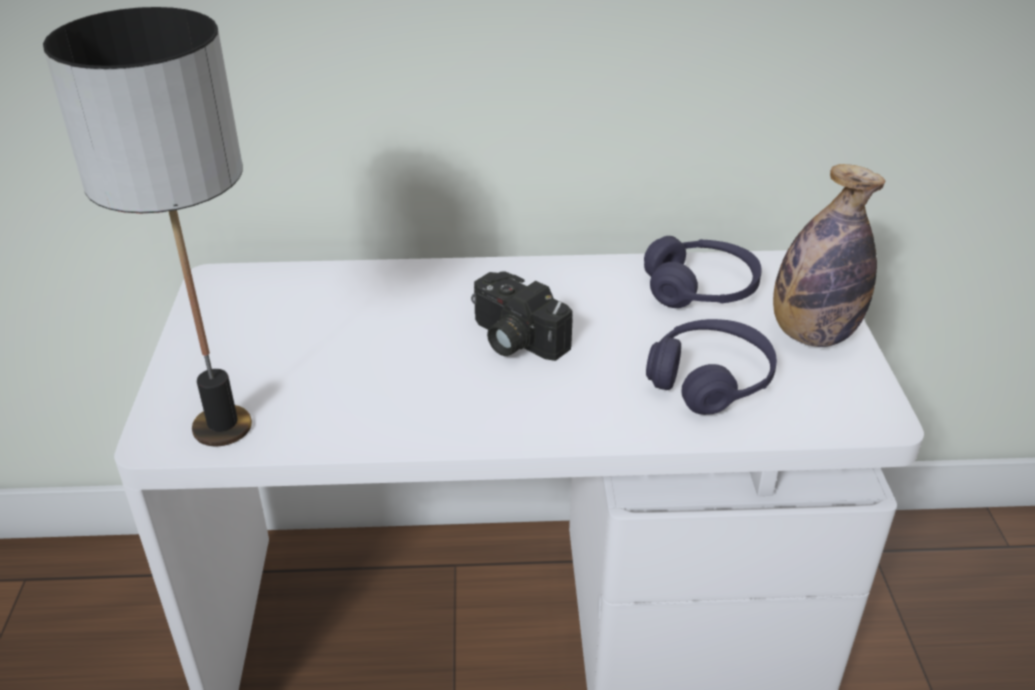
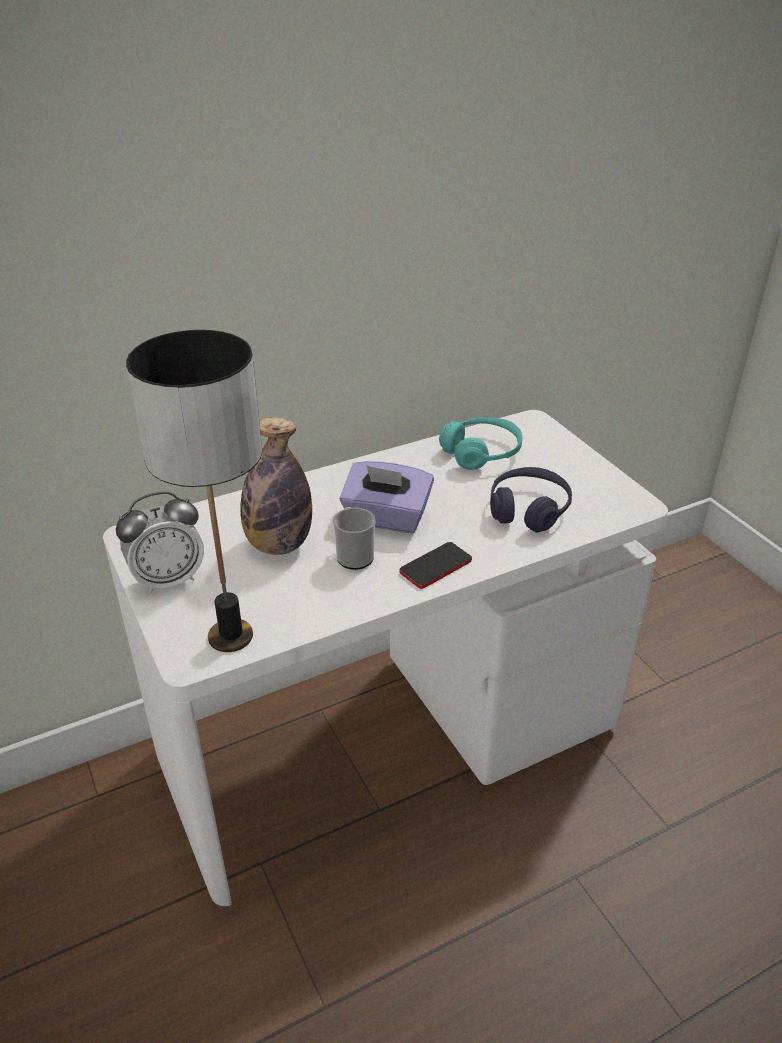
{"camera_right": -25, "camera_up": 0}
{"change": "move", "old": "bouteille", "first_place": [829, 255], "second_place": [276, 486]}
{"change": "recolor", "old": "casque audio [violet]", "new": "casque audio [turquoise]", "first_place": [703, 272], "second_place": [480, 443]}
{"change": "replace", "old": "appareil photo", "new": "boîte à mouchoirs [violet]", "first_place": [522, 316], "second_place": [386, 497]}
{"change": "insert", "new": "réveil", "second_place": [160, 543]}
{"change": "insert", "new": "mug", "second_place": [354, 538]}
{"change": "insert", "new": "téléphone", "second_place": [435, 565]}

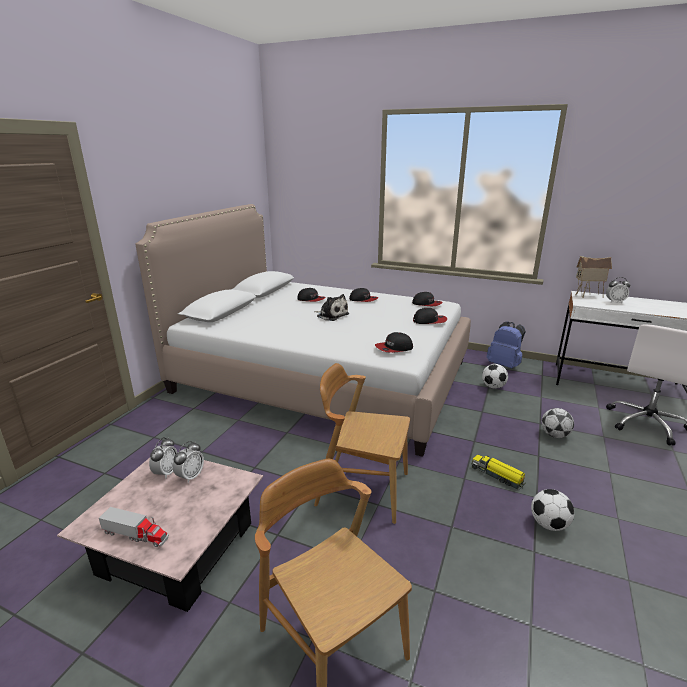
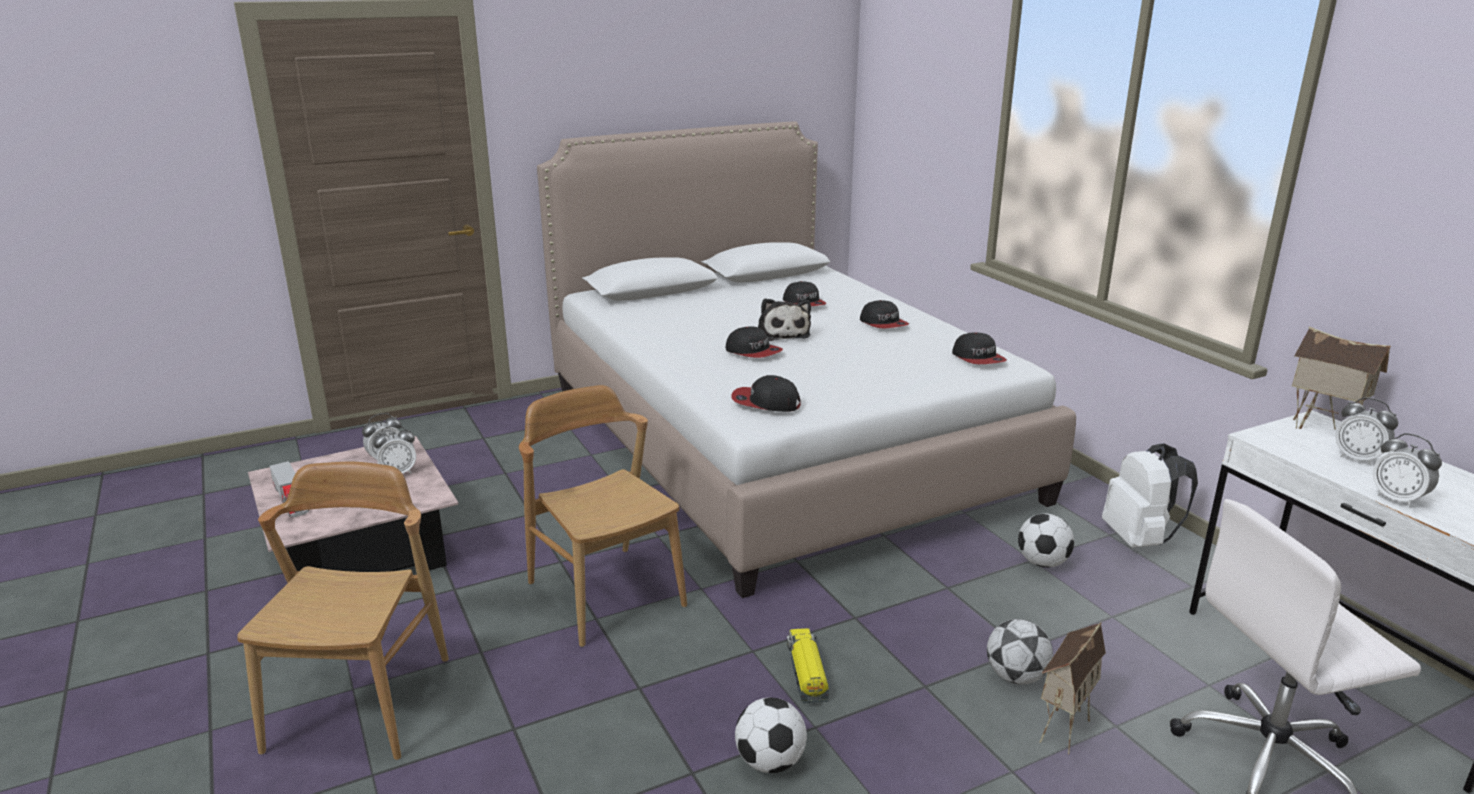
{"camera_right": 40, "camera_up": 0}
{"change": "move", "old": "casquette", "first_place": [430, 316], "second_place": [754, 342]}
{"change": "recolor", "old": "sac à dos [bleu]", "new": "sac à dos [blanc]", "first_place": [506, 344], "second_place": [1150, 495]}
{"change": "insert", "new": "réveil", "second_place": [1407, 470]}
{"change": "insert", "new": "maison miniature", "second_place": [1073, 688]}

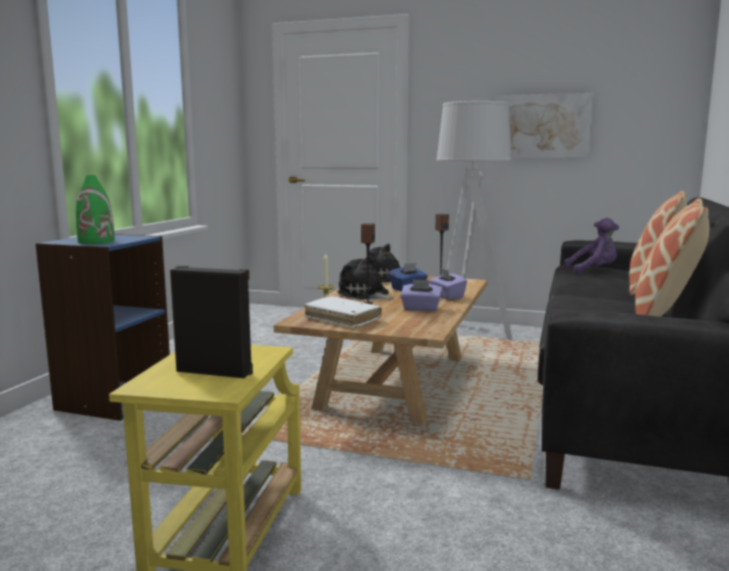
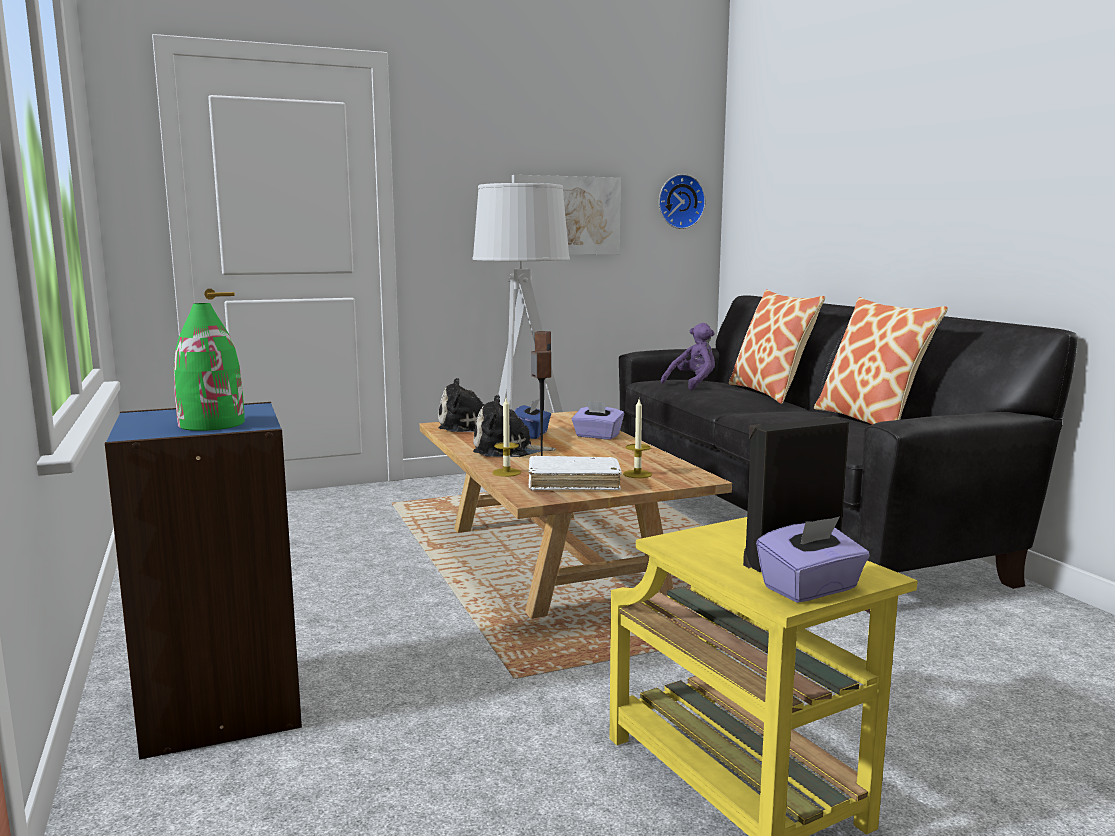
{"camera_right": -40, "camera_up": 0}
{"change": "move", "old": "boîte à mouchoirs [violet]", "first_place": [421, 295], "second_place": [813, 560]}
{"change": "insert", "new": "horloge murale", "second_place": [682, 201]}
{"change": "insert", "new": "bougie", "second_place": [637, 438]}

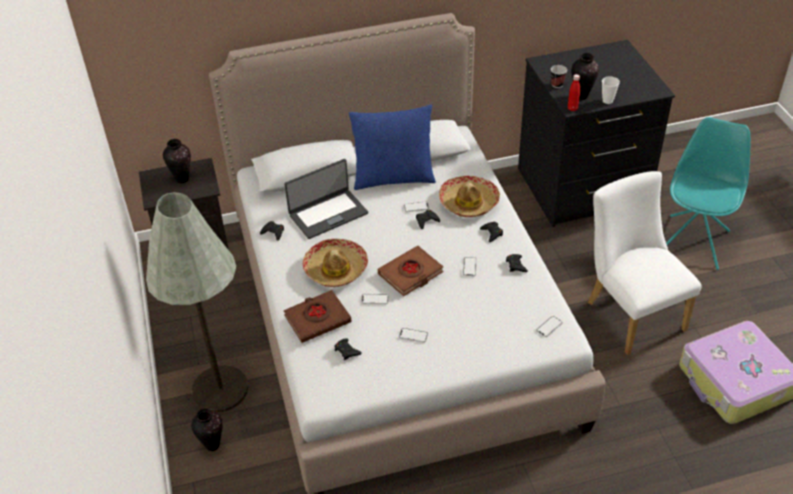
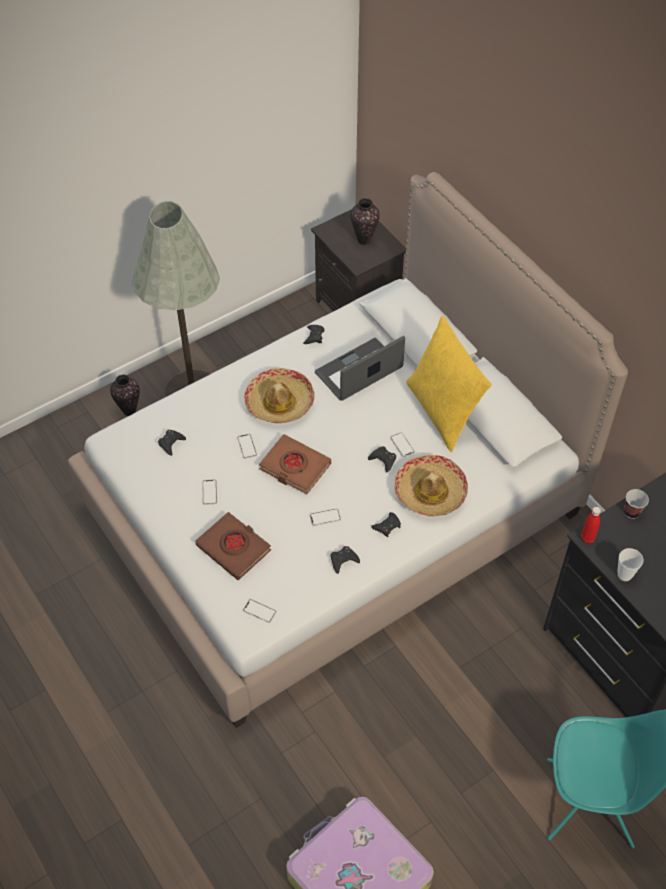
{"camera_right": 70, "camera_up": 10}
{"change": "delete", "old": "vase", "first_place": [585, 76]}
{"change": "recolor", "old": "coussin [bleu]", "new": "coussin [jaune]", "first_place": [392, 147], "second_place": [449, 383]}
{"change": "rotate", "old": "ordinateur portable", "first_place": [326, 199], "second_place": [360, 368], "degrees": 105}
{"change": "delete", "old": "chaise [blanc]", "first_place": [644, 263]}
{"change": "move", "old": "livre [marron]", "first_place": [318, 316], "second_place": [233, 546]}

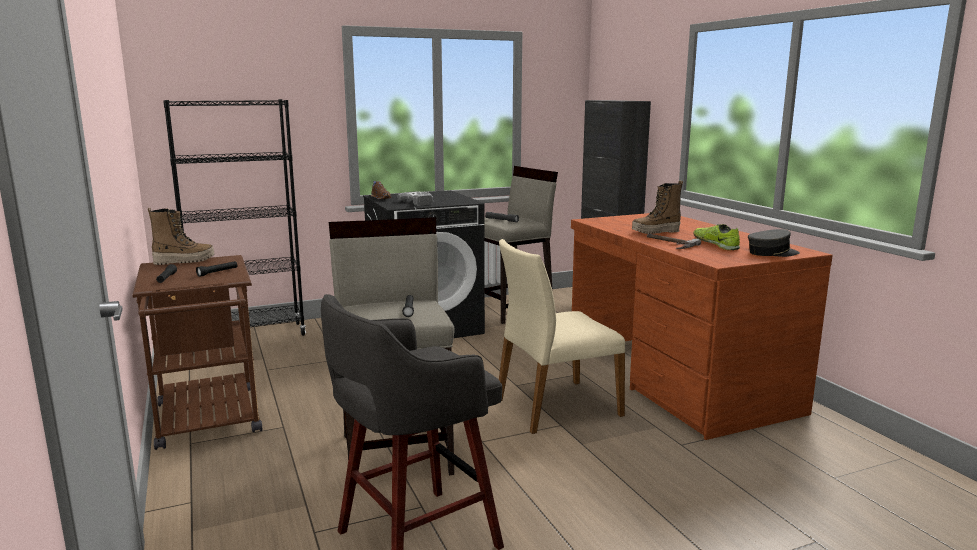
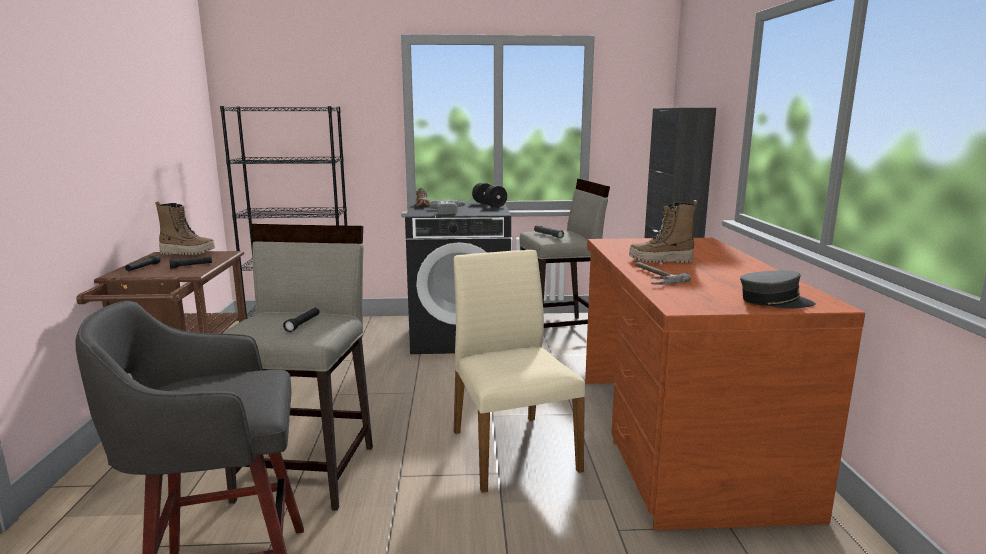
{"camera_right": 20, "camera_up": 0}
{"change": "delete", "old": "chaussure", "first_place": [716, 237]}
{"change": "rotate", "old": "chaise [beige]", "first_place": [562, 336], "second_place": [519, 371], "degrees": 75}
{"change": "insert", "new": "haltère [noir]", "second_place": [489, 194]}

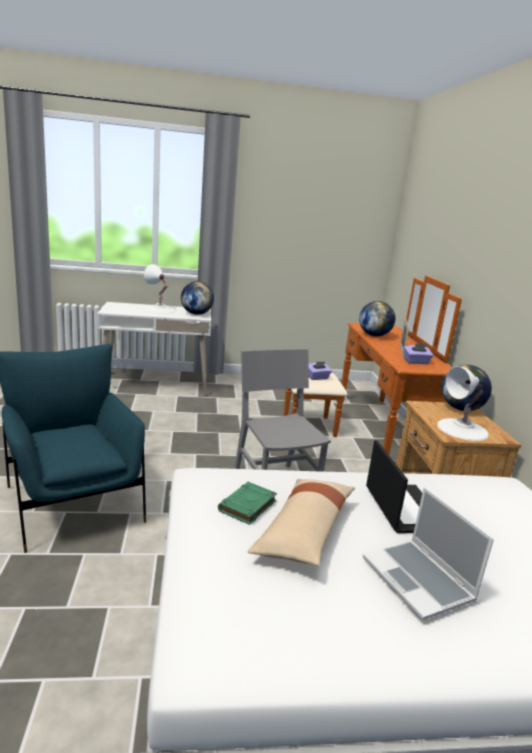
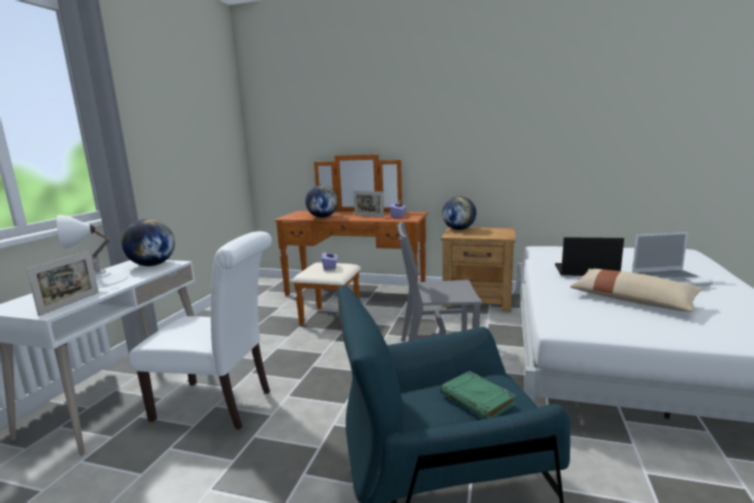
{"camera_right": -65, "camera_up": -5}
{"change": "delete", "old": "lampe de table [blanc]", "first_place": [463, 403]}
{"change": "move", "old": "livre [vert]", "first_place": [247, 503], "second_place": [478, 395]}
{"change": "insert", "new": "chaise [blanc]", "second_place": [200, 330]}
{"change": "insert", "new": "cadre photo", "second_place": [62, 283]}

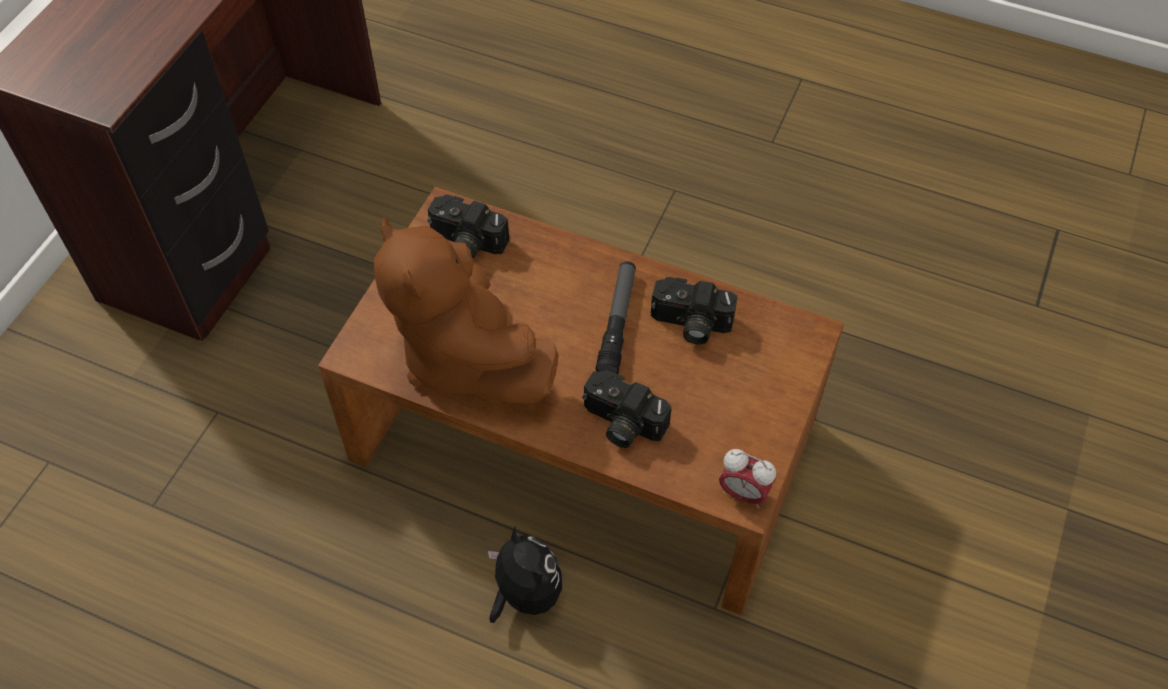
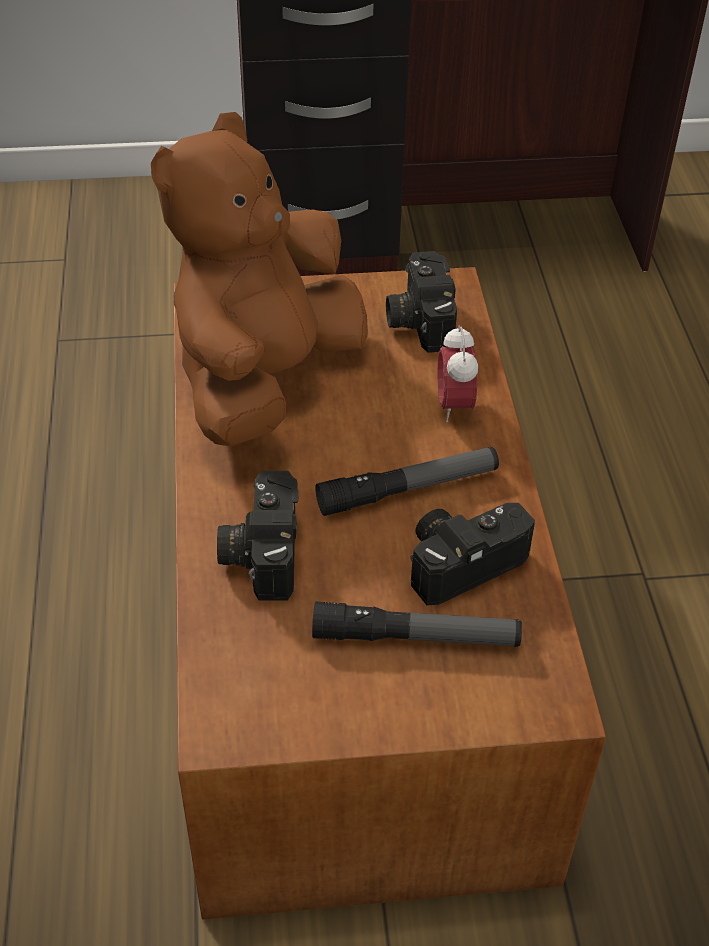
{"camera_right": 60, "camera_up": -10}
{"change": "rotate", "old": "appareil photo", "first_place": [694, 311], "second_place": [472, 554], "degrees": 75}
{"change": "move", "old": "réveil", "first_place": [747, 478], "second_place": [458, 373]}
{"change": "delete", "old": "peluche", "first_place": [525, 575]}
{"change": "insert", "new": "lampe de poche", "second_place": [417, 624]}

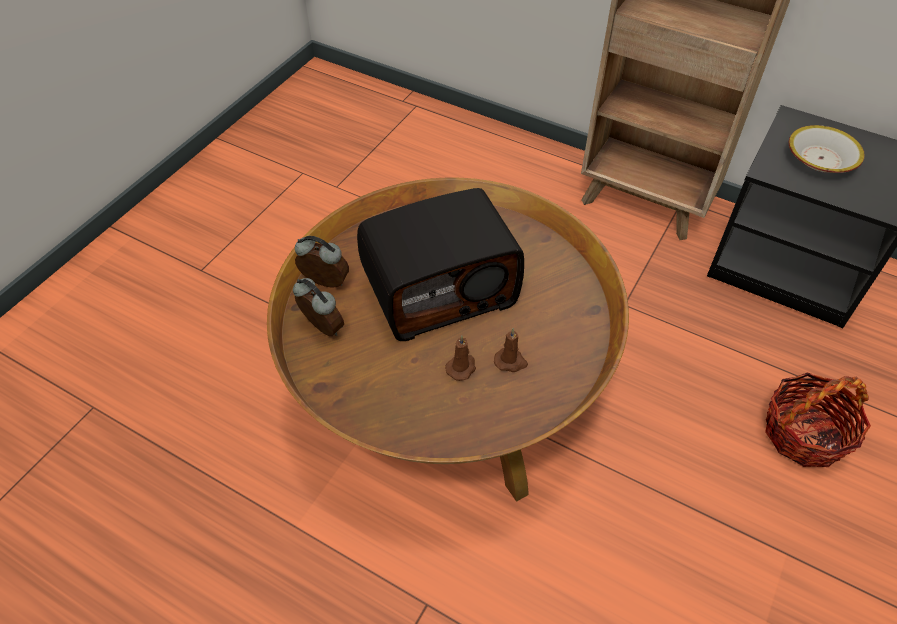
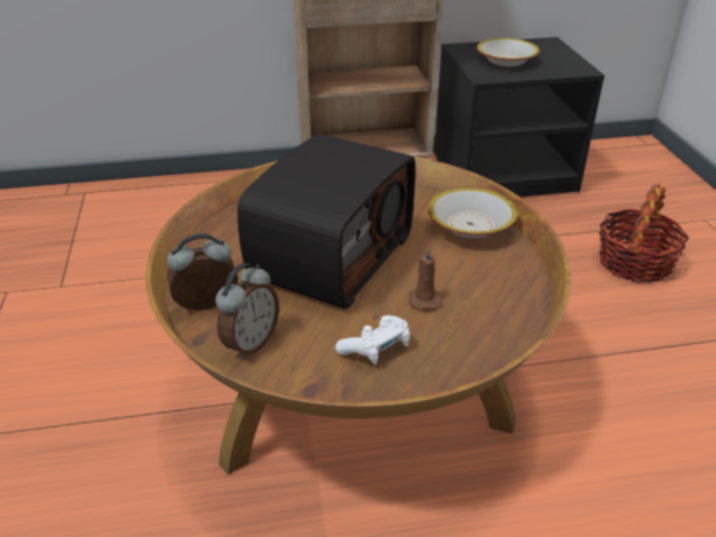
{"camera_right": -40, "camera_up": -15}
{"change": "rotate", "old": "réveil", "first_place": [318, 307], "second_place": [247, 311], "degrees": 120}
{"change": "delete", "old": "bougie [marron]", "first_place": [511, 350]}
{"change": "insert", "new": "bol", "second_place": [472, 213]}
{"change": "insert", "new": "manette [blanc]", "second_place": [372, 339]}

